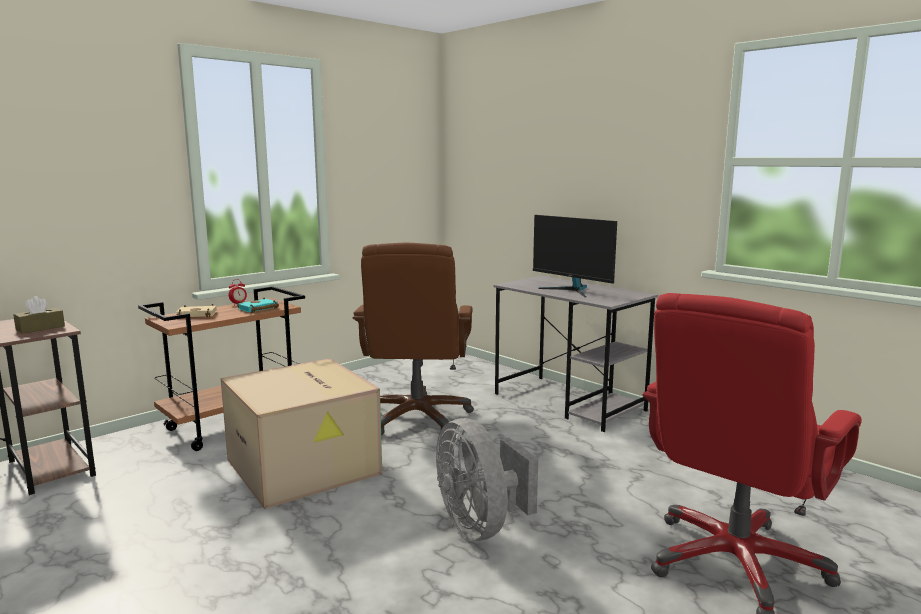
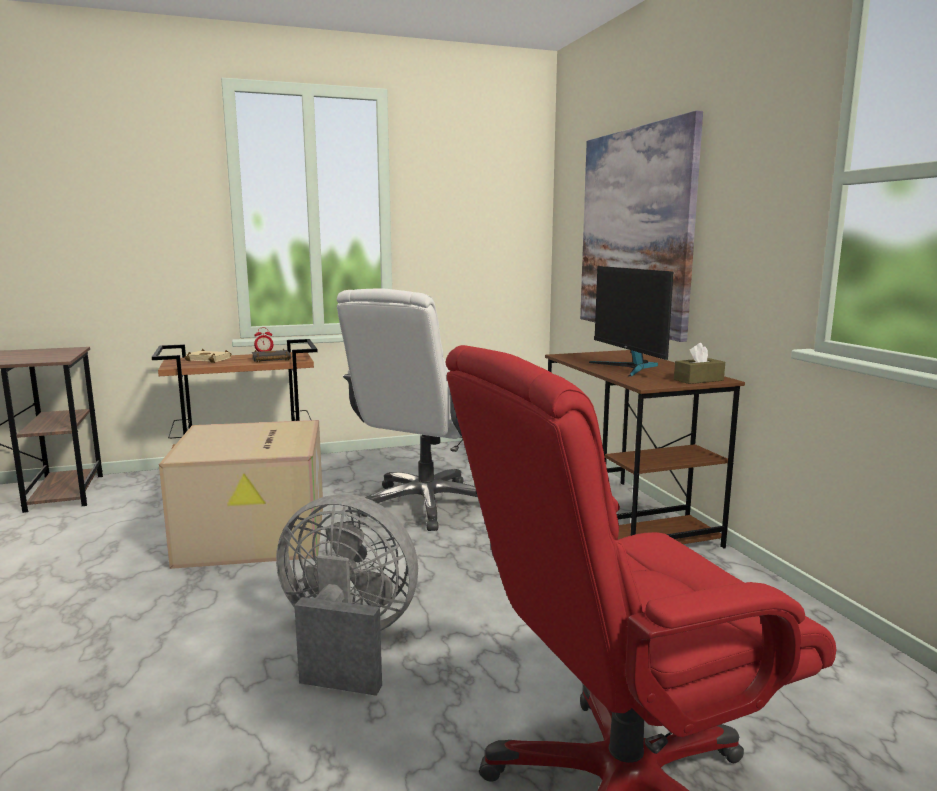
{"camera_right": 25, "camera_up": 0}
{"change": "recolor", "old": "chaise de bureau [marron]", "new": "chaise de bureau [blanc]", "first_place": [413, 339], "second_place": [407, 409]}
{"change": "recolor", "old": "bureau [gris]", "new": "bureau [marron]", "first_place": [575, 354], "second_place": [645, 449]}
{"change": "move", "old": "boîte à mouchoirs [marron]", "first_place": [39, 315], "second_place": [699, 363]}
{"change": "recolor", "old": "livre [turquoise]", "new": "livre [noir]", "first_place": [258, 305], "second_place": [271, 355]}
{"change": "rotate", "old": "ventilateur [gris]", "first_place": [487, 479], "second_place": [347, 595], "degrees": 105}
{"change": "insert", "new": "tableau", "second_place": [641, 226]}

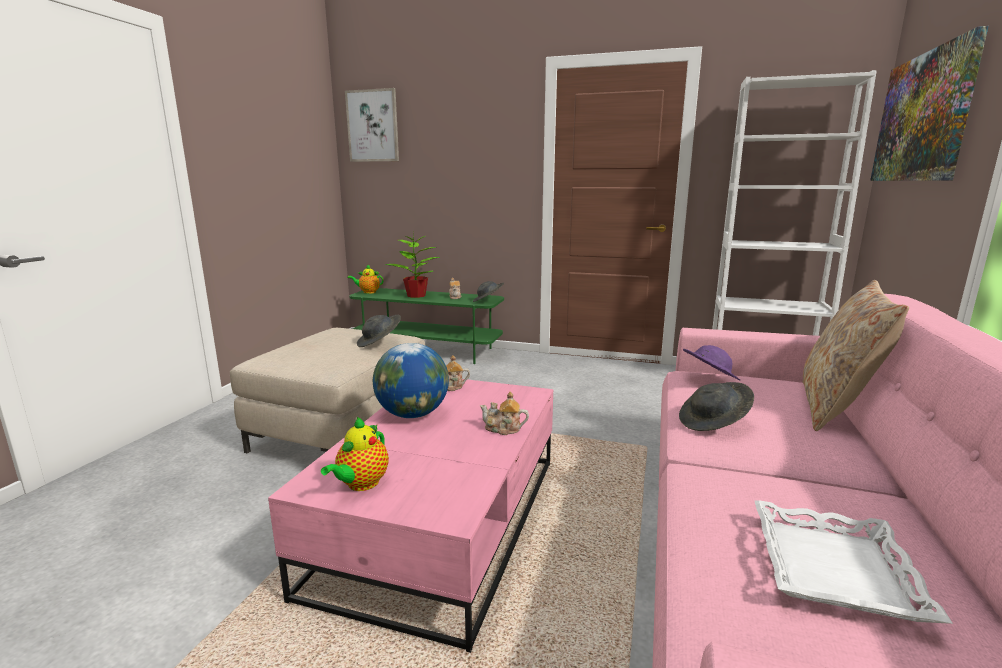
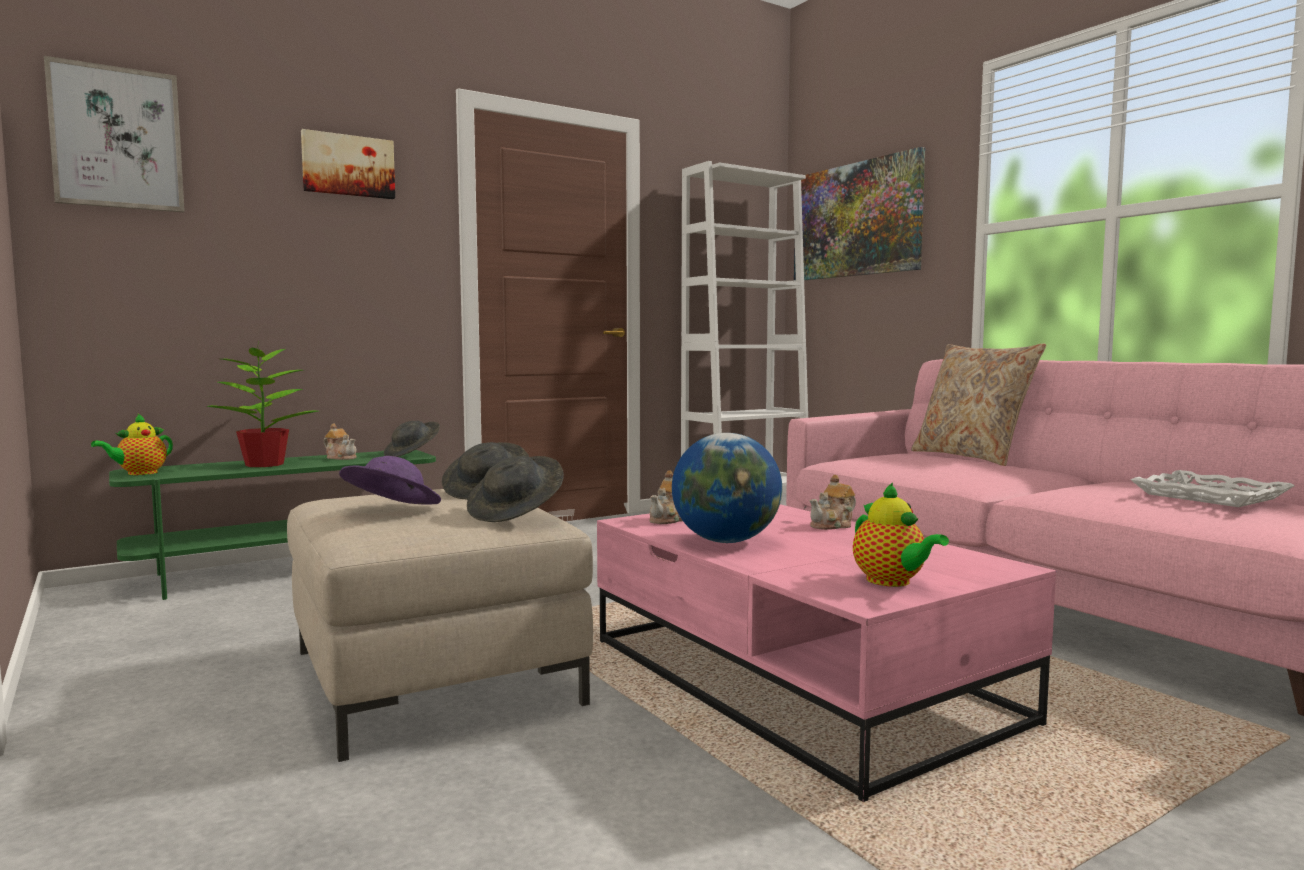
{"camera_right": -50, "camera_up": -10}
{"change": "move", "old": "chapeau [violet]", "first_place": [712, 363], "second_place": [390, 480]}
{"change": "move", "old": "chapeau [gris]", "first_place": [716, 406], "second_place": [515, 489]}
{"change": "insert", "new": "tableau", "second_place": [348, 164]}

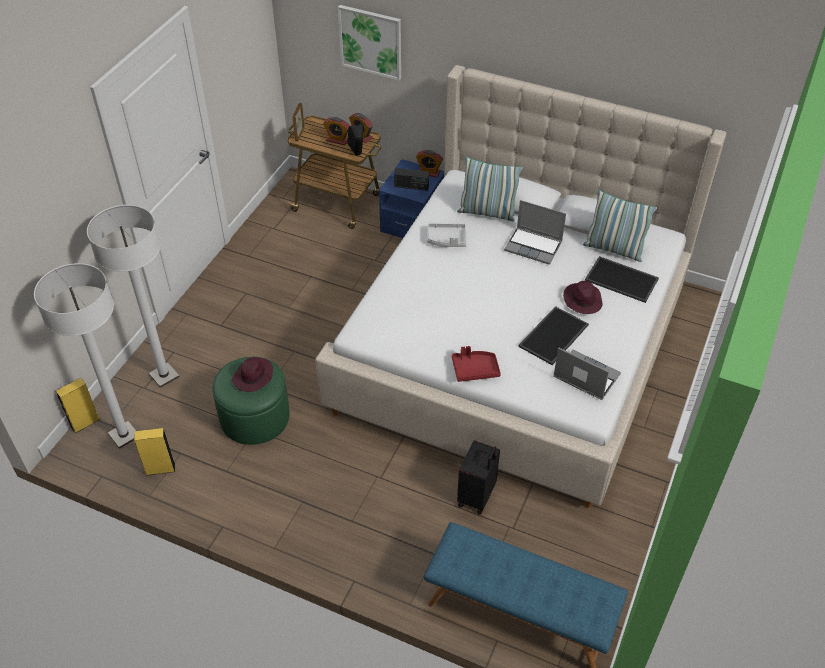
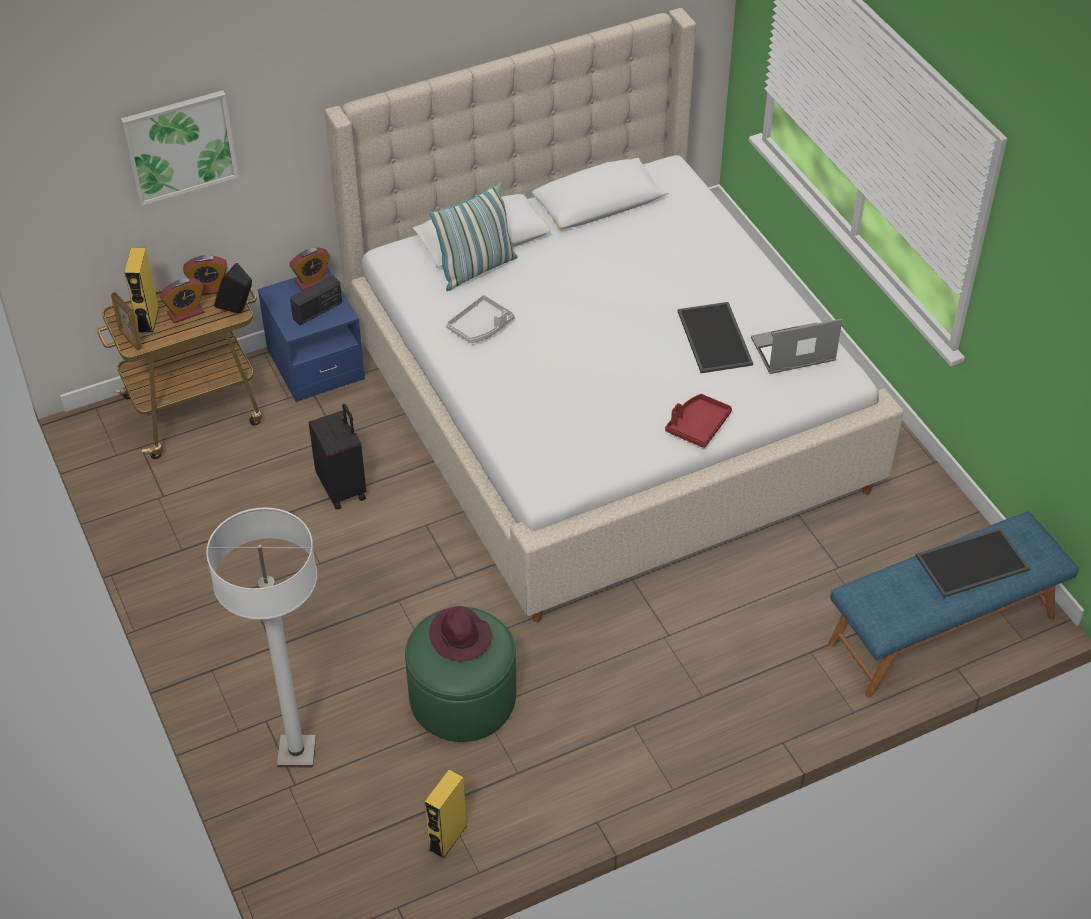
{"camera_right": -50, "camera_up": 0}
{"change": "delete", "old": "coussin", "first_place": [620, 226]}
{"change": "delete", "old": "ordinateur portable", "first_place": [535, 232]}
{"change": "move", "old": "plateau", "first_place": [622, 279], "second_place": [973, 562]}
{"change": "delete", "old": "lampadaire [blanc]", "first_place": [85, 356]}
{"change": "delete", "old": "chapeau [violet]", "first_place": [583, 297]}
{"change": "move", "old": "enceinte [jaune]", "first_place": [78, 405], "second_place": [141, 290]}
{"change": "move", "old": "valise [noir]", "first_place": [478, 477], "second_place": [337, 456]}

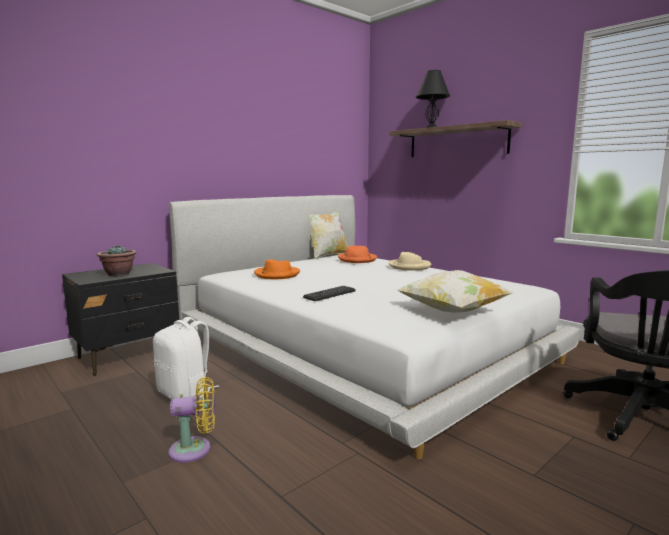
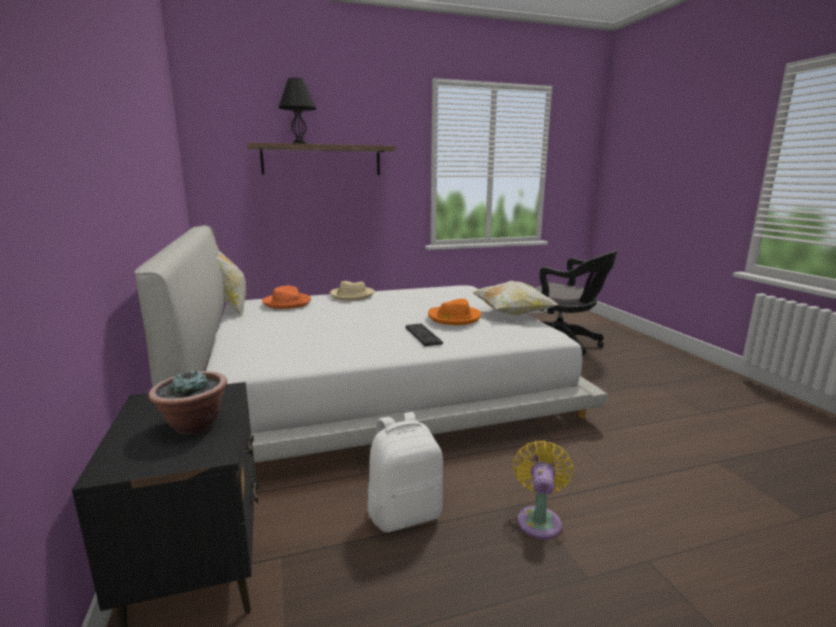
{"camera_right": -65, "camera_up": 5}
{"change": "move", "old": "chapeau [orange]", "first_place": [277, 269], "second_place": [454, 312]}

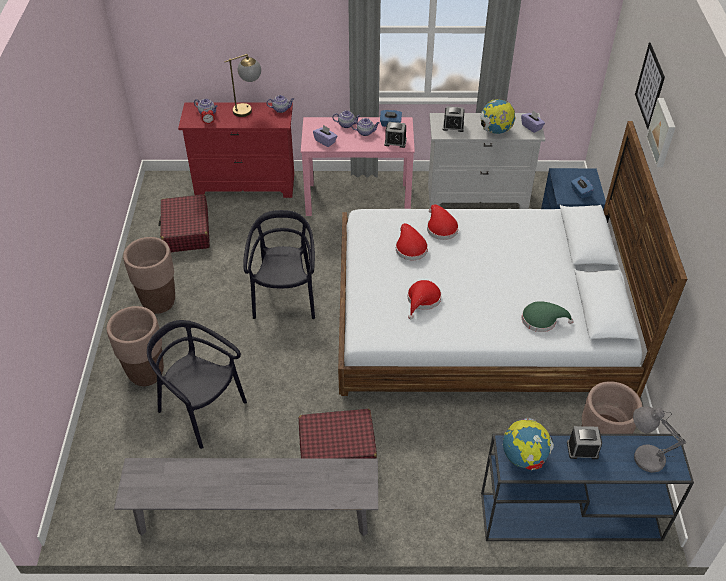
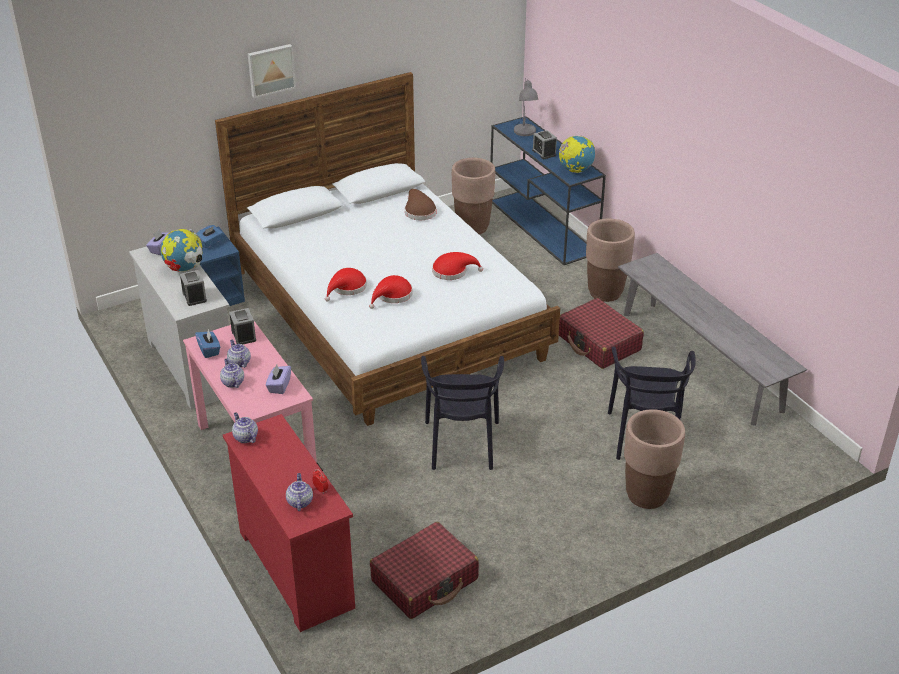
{"camera_right": -120, "camera_up": -10}
{"change": "delete", "old": "tableau", "first_place": [650, 86]}
{"change": "delete", "old": "lampe de table", "first_place": [242, 85]}
{"change": "rotate", "old": "chaise [noir]", "first_place": [279, 264], "second_place": [462, 413], "degrees": -60}
{"change": "move", "old": "cache-pot [marron]", "first_place": [149, 275], "second_place": [610, 260]}
{"change": "recolor", "old": "chapeau [vert]", "new": "chapeau [marron]", "first_place": [548, 316], "second_place": [421, 204]}

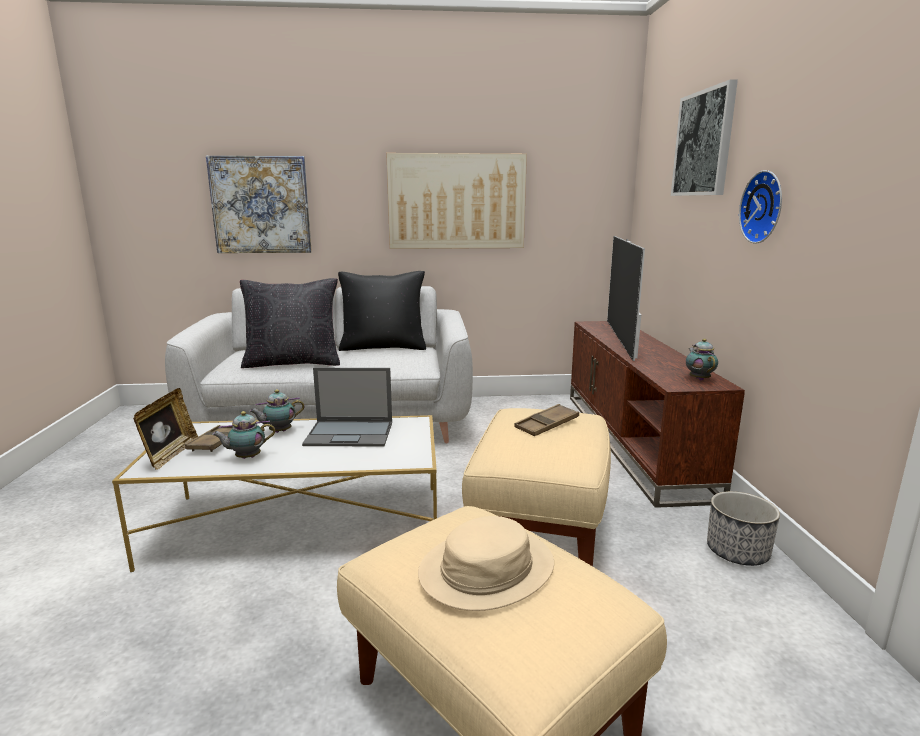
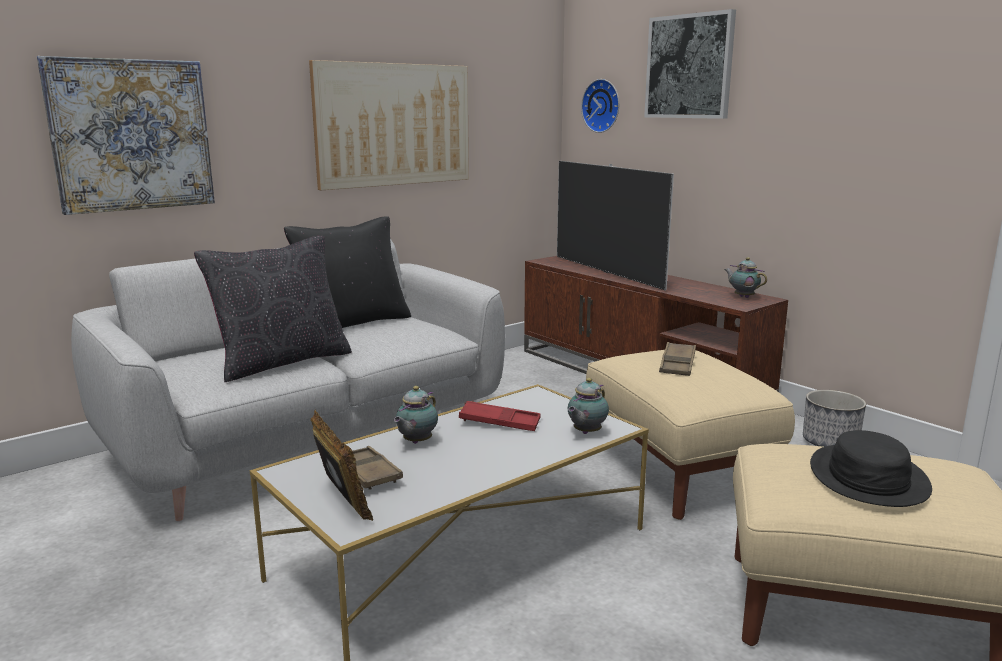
{"camera_right": -35, "camera_up": 0}
{"change": "move", "old": "horloge murale", "first_place": [760, 207], "second_place": [600, 106]}
{"change": "replace", "old": "ordinateur portable", "new": "plateau [rouge]", "first_place": [347, 407], "second_place": [500, 416]}
{"change": "move", "old": "théière", "first_place": [243, 435], "second_place": [588, 406]}
{"change": "recolor", "old": "chapeau [beige]", "new": "chapeau [noir]", "first_place": [486, 563], "second_place": [871, 468]}

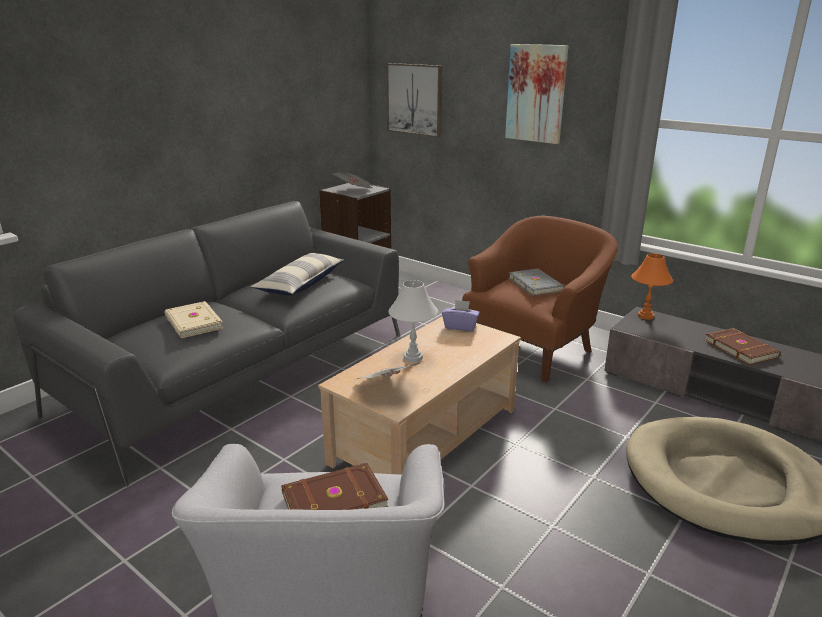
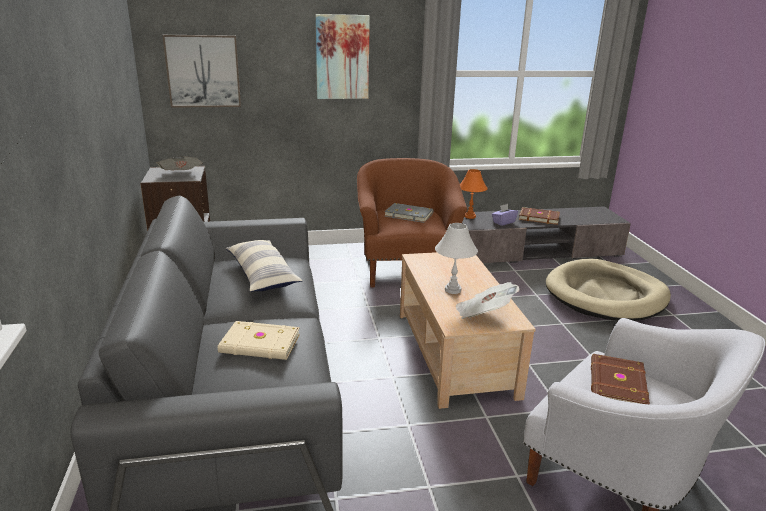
{"camera_right": -50, "camera_up": 0}
{"change": "move", "old": "boîte à mouchoirs [violet]", "first_place": [461, 315], "second_place": [505, 215]}

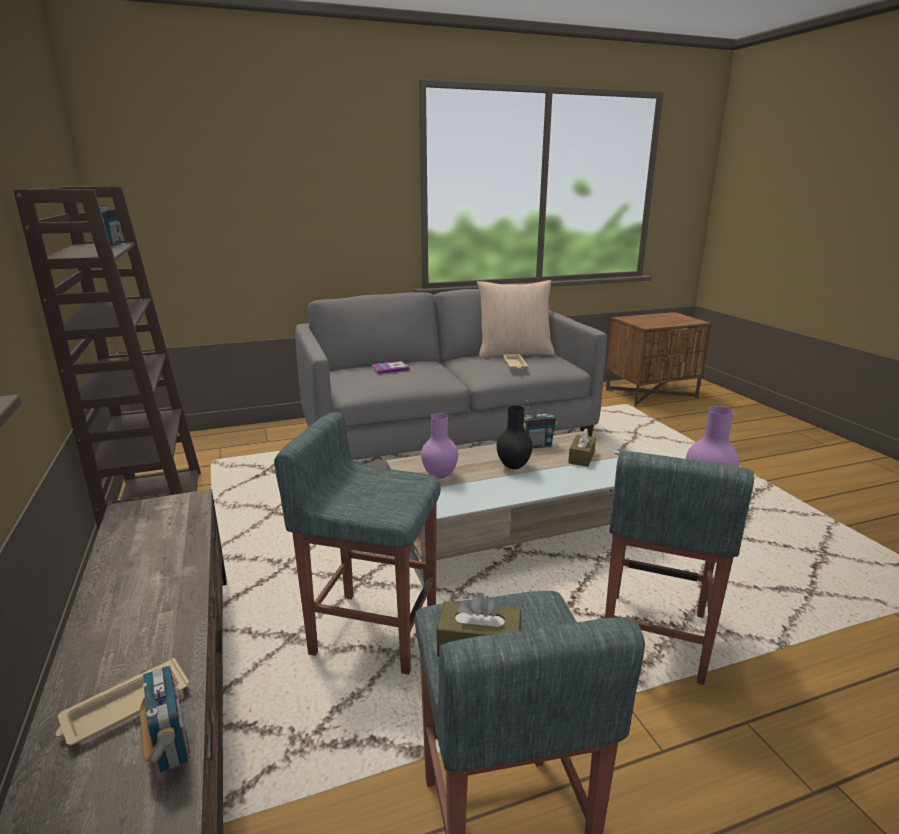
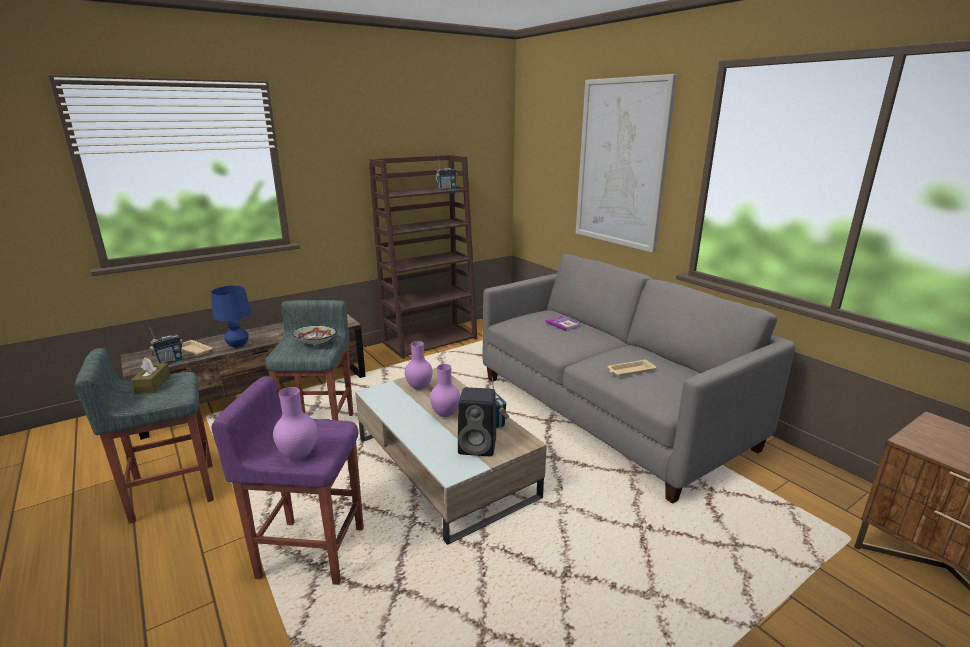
{"camera_right": 75, "camera_up": 0}
{"change": "delete", "old": "coussin [beige]", "first_place": [516, 319]}
{"change": "recolor", "old": "vase [noir]", "new": "vase [violet]", "first_place": [515, 437], "second_place": [445, 390]}
{"change": "replace", "old": "boîte à mouchoirs [marron]", "new": "enceinte [noir]", "first_place": [582, 448], "second_place": [477, 421]}
{"change": "recolor", "old": "tabouret [gris]", "new": "tabouret [violet]", "first_place": [679, 568], "second_place": [287, 480]}
{"change": "insert", "new": "tableau", "second_place": [626, 163]}
{"change": "insert", "new": "lampe de table [bleu]", "second_place": [231, 316]}
{"change": "insert", "new": "bol", "second_place": [314, 335]}

